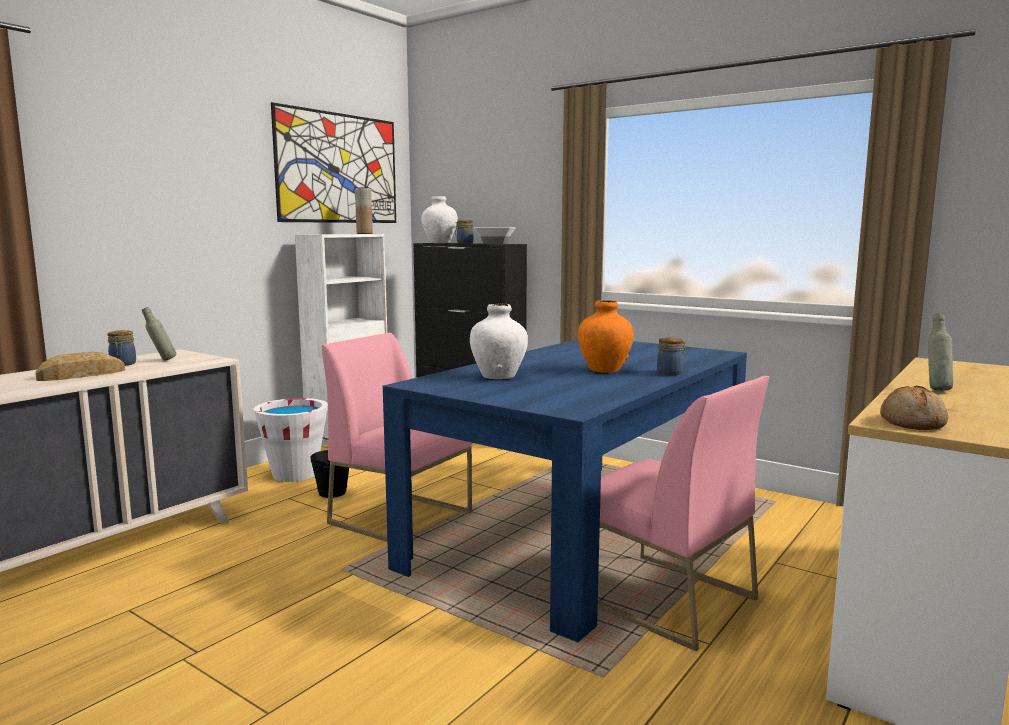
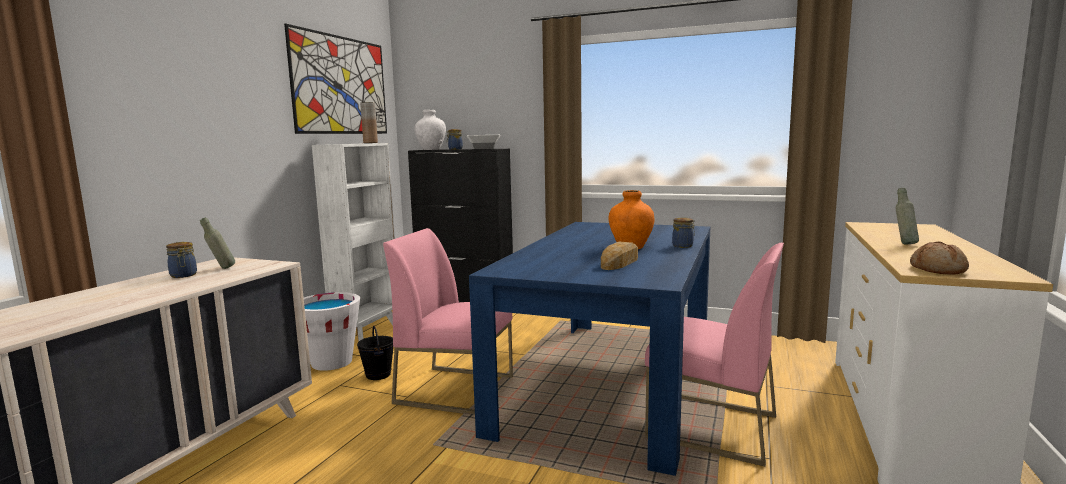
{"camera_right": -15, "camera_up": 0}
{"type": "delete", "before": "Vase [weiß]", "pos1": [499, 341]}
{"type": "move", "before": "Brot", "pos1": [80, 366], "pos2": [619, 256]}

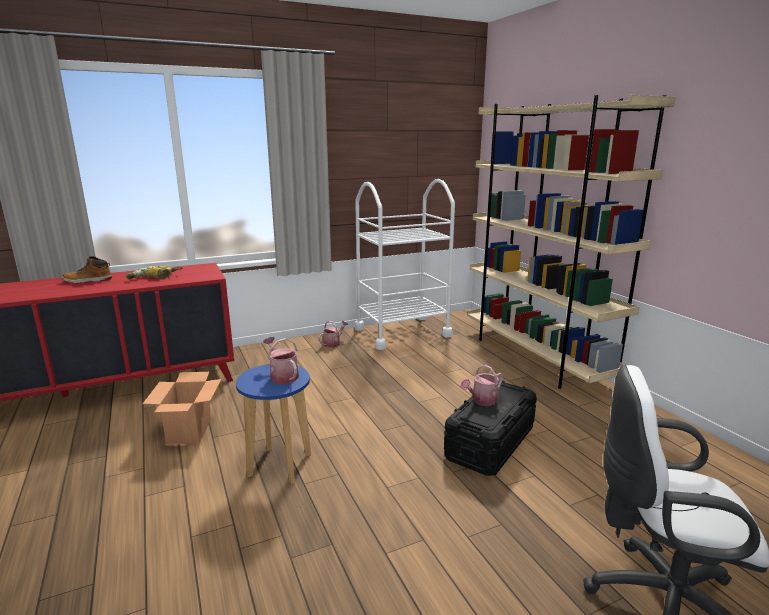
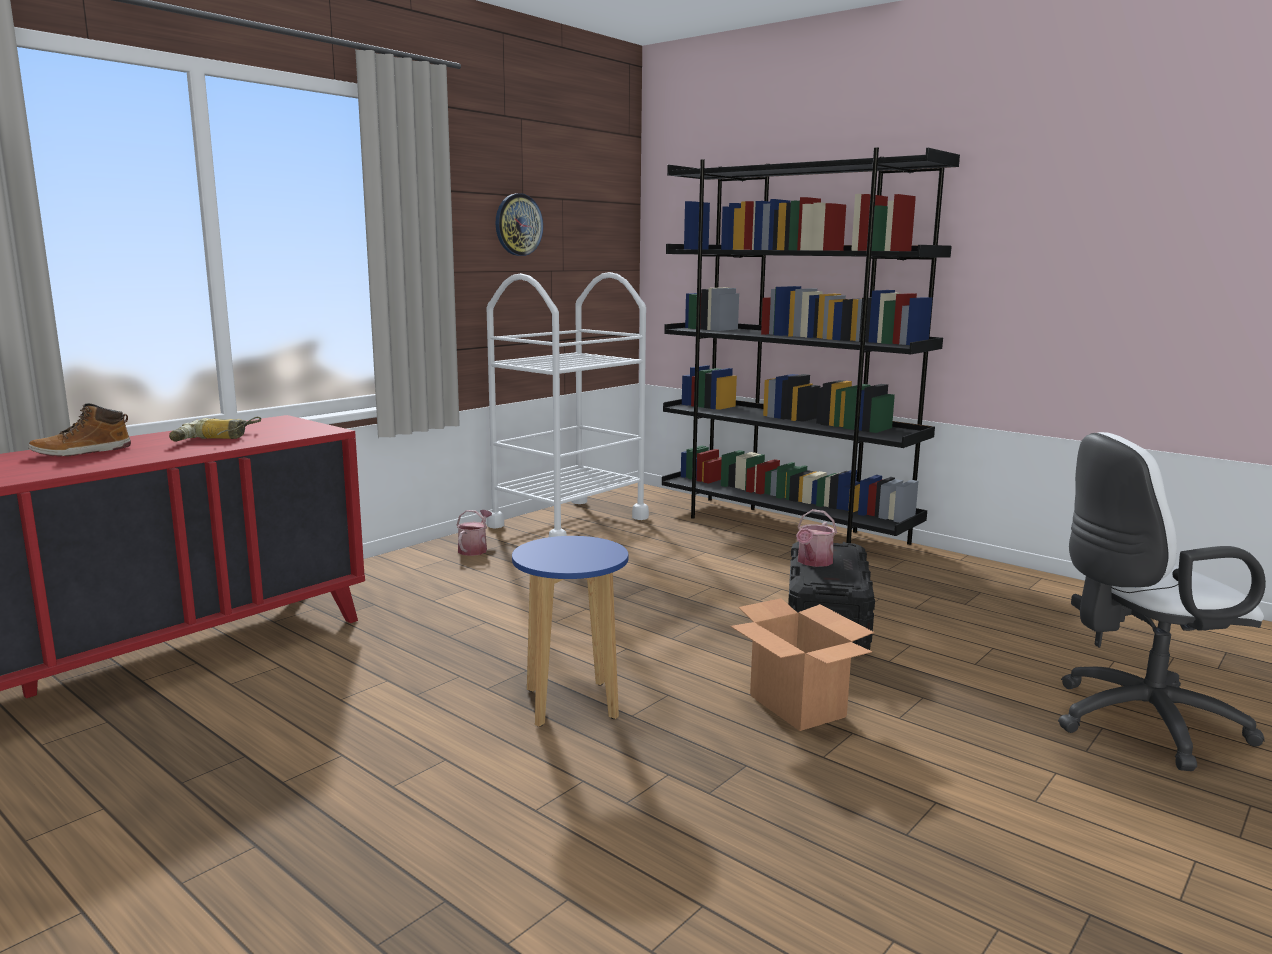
{"camera_right": -25, "camera_up": -5}
{"type": "recolor", "before": "Bücherregal [beige]", "after": "Bücherregal [schwarz]", "pos1": [571, 242], "pos2": [811, 346]}
{"type": "delete", "before": "Gießkanne", "pos1": [281, 360]}
{"type": "move", "before": "Karton", "pos1": [182, 408], "pos2": [802, 664]}
{"type": "insert", "after": "Wanduhr", "pos2": [519, 224]}

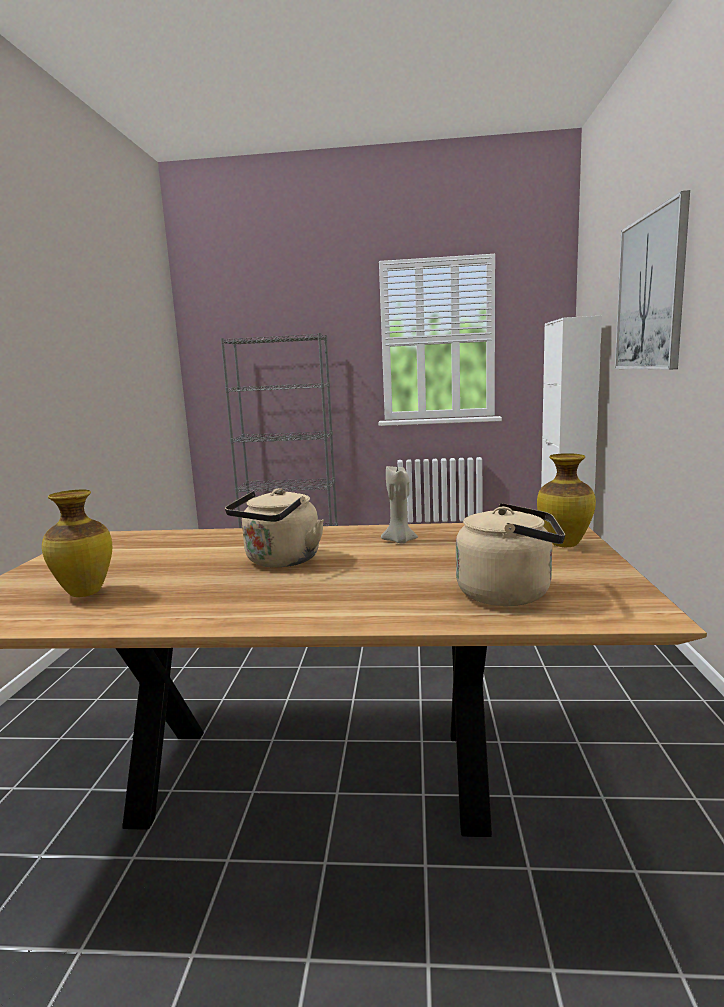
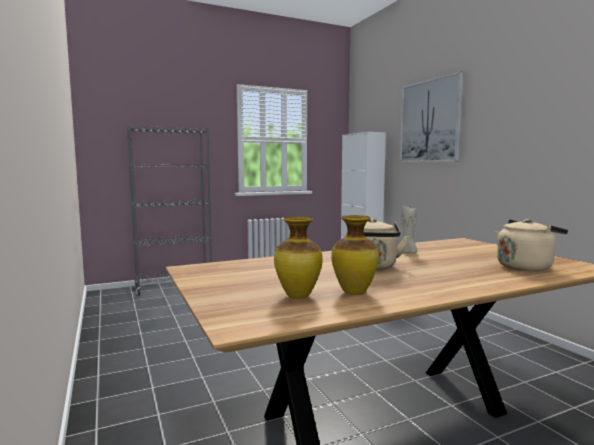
{"camera_right": -30, "camera_up": -5}
{"type": "move", "before": "Vase", "pos1": [566, 500], "pos2": [355, 255]}

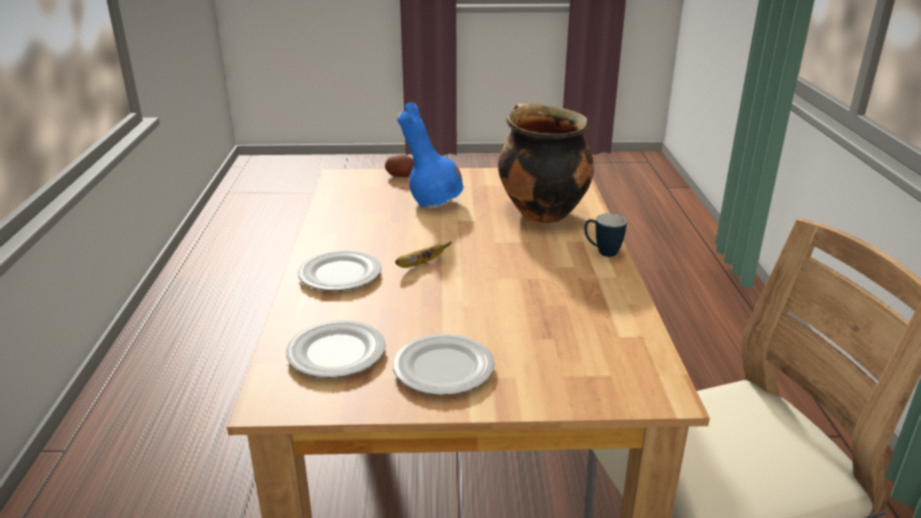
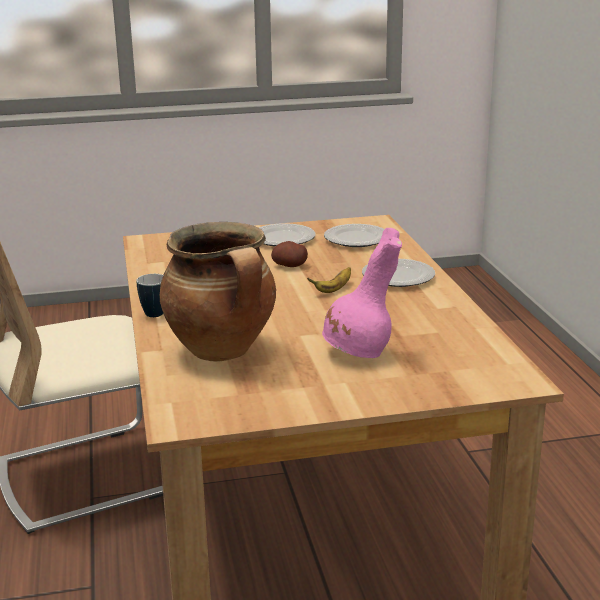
{"camera_right": 170, "camera_up": -5}
{"type": "recolor", "before": "Vase [blau]", "after": "Vase [rosa]", "pos1": [430, 156], "pos2": [362, 293]}
{"type": "move", "before": "Kartoffel", "pos1": [399, 165], "pos2": [289, 254]}

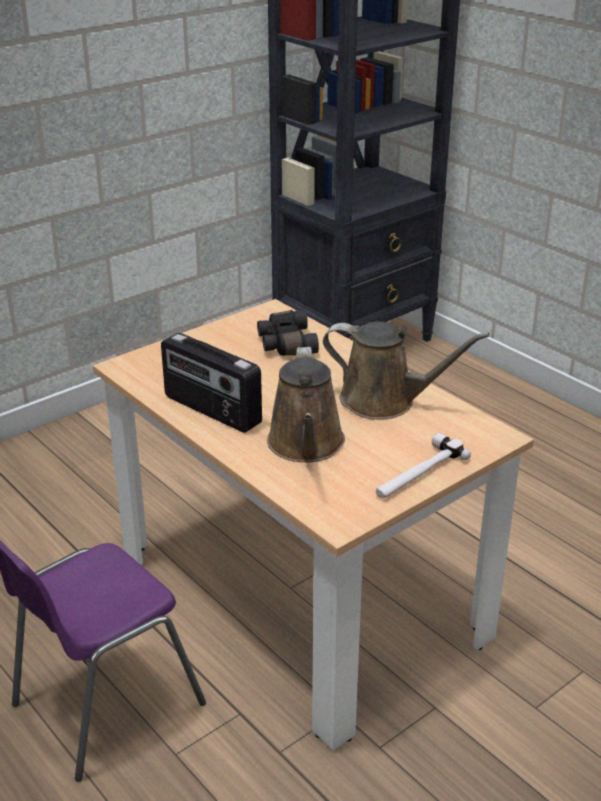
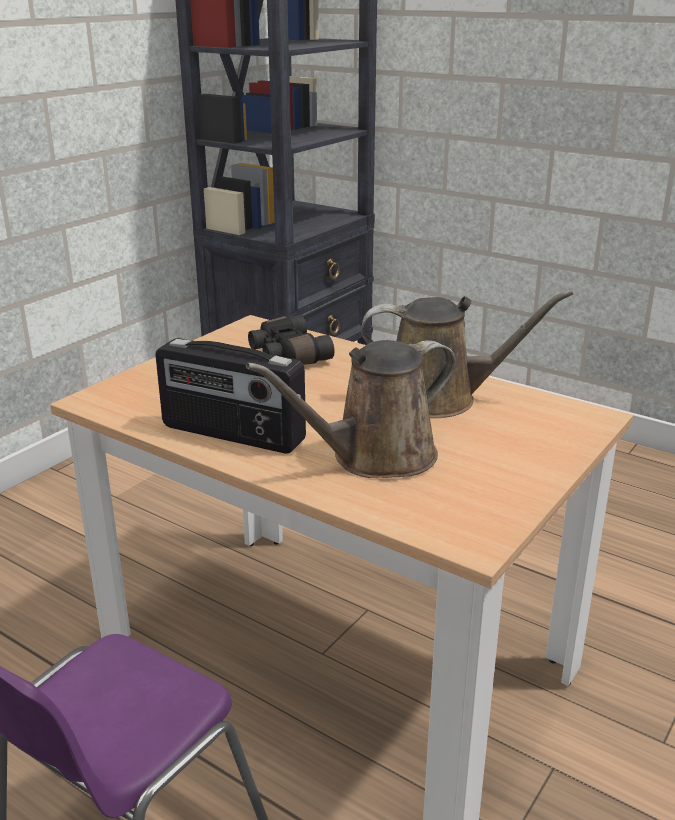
{"camera_right": -15, "camera_up": -5}
{"type": "rotate", "before": "Gießkanne [braun]", "pos1": [306, 404], "pos2": [351, 409], "turn": 75}
{"type": "delete", "before": "Hammer", "pos1": [423, 465]}

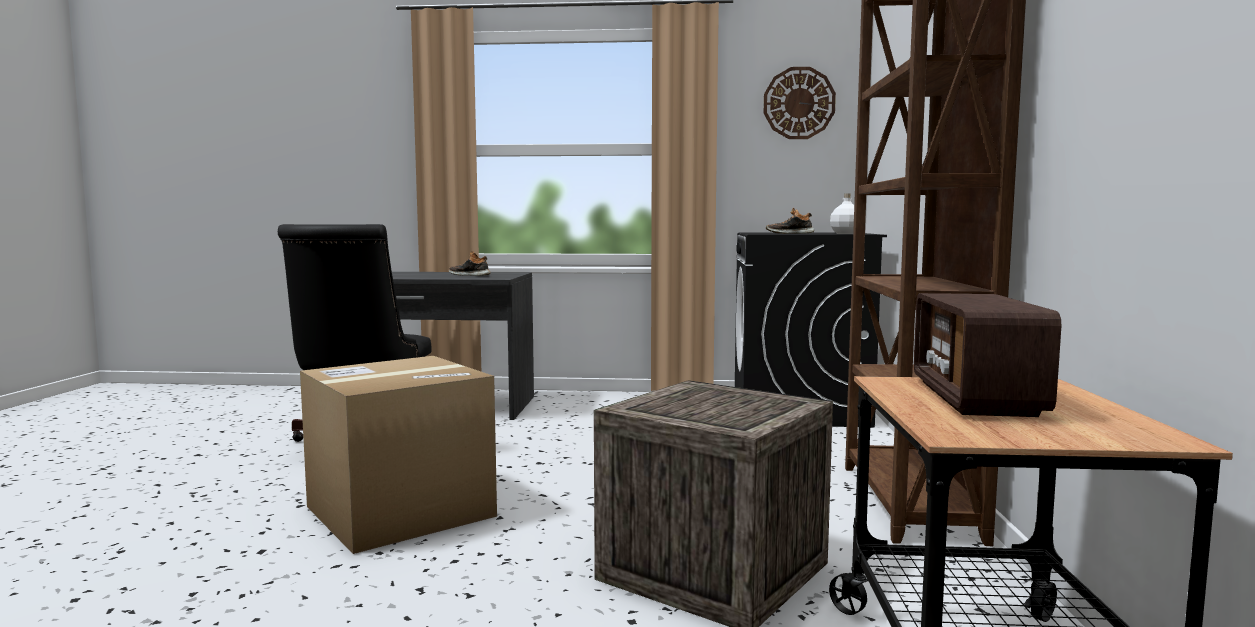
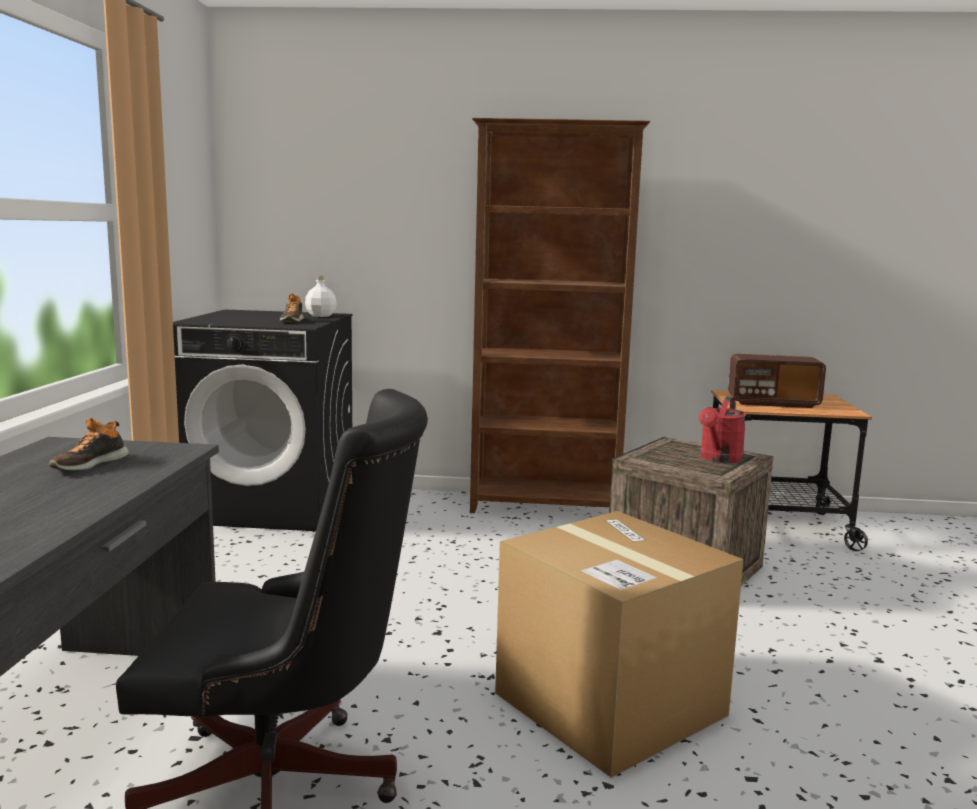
{"camera_right": -90, "camera_up": 5}
{"type": "delete", "before": "Wanduhr", "pos1": [800, 103]}
{"type": "insert", "after": "Gießkanne [rot]", "pos2": [722, 429]}

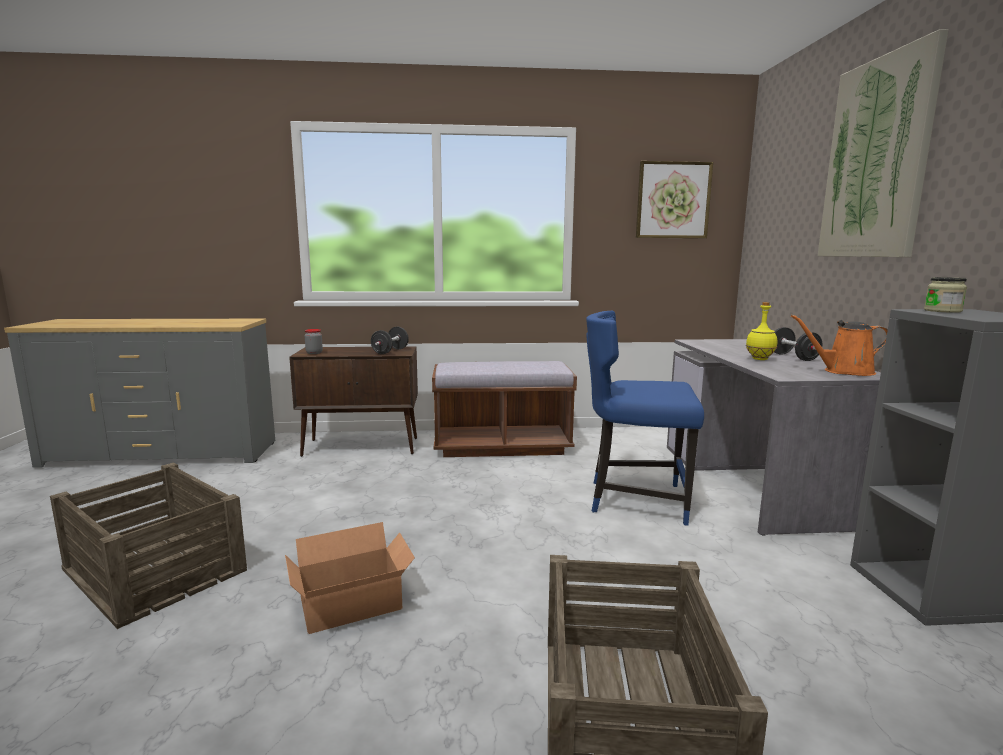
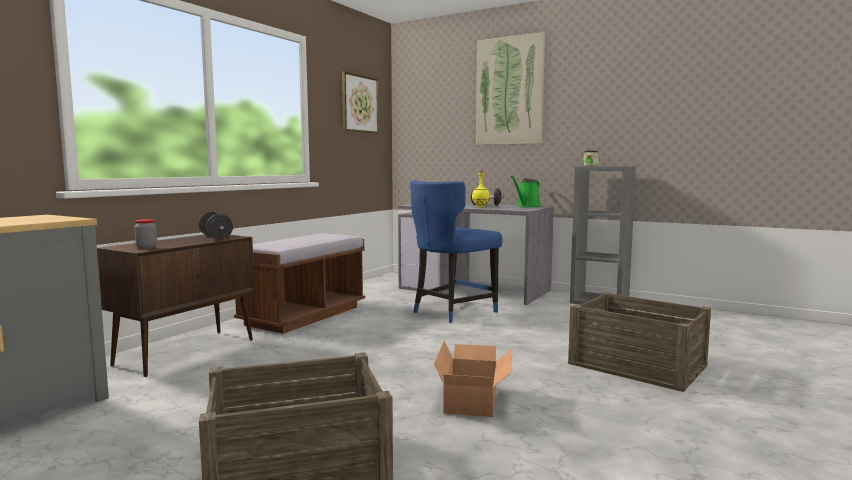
{"camera_right": -55, "camera_up": -5}
{"type": "recolor", "before": "Gießkanne [orange]", "after": "Gießkanne [grün]", "pos1": [839, 345], "pos2": [526, 191]}

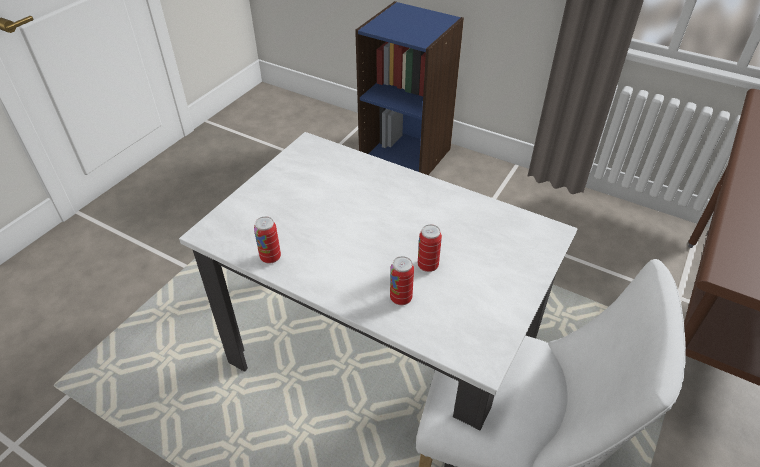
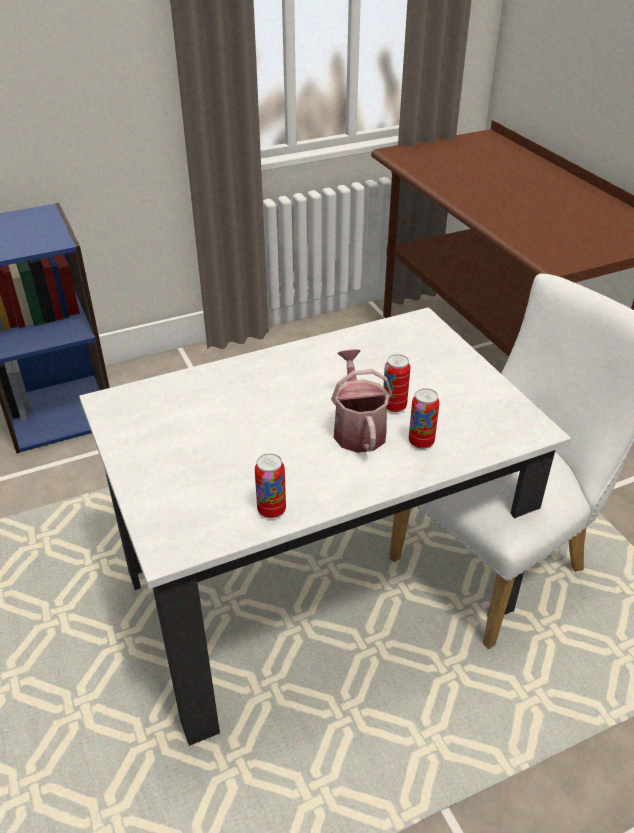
{"camera_right": -55, "camera_up": -5}
{"type": "insert", "after": "Gießkanne", "pos2": [362, 401]}

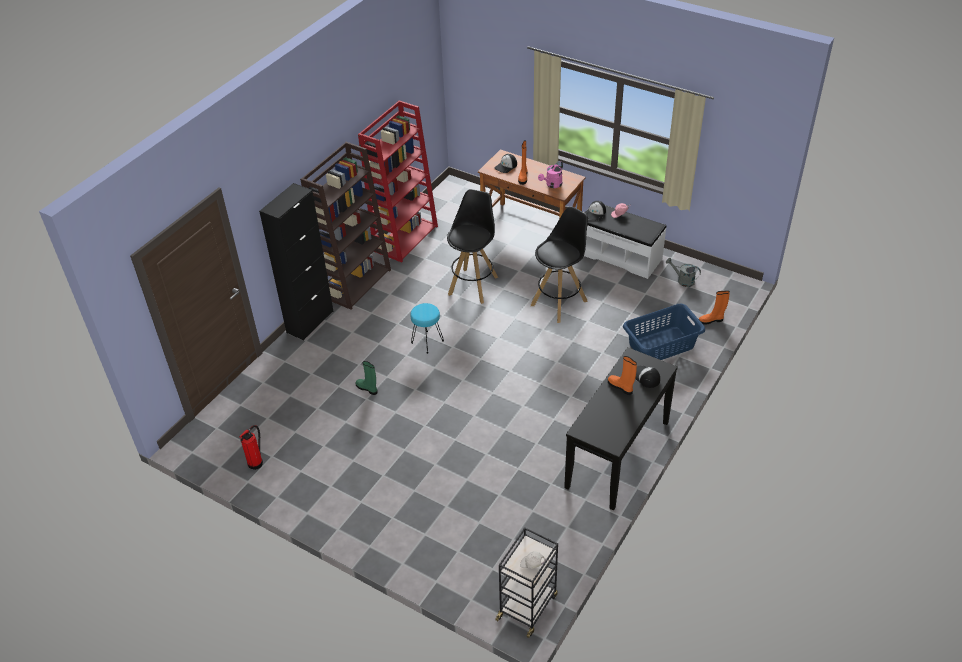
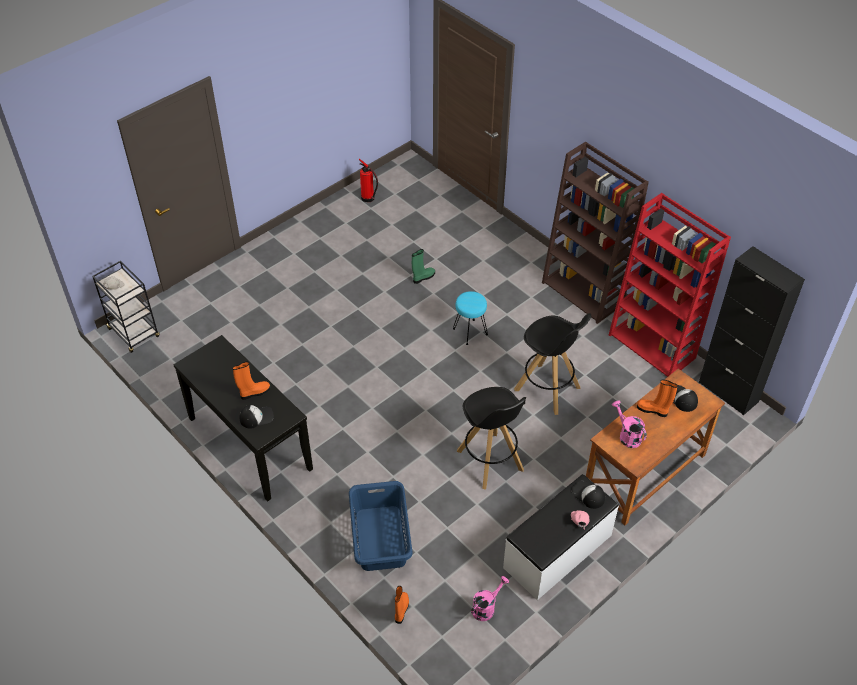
{"camera_right": 105, "camera_up": 5}
{"type": "move", "before": "Schrank [schwarz]", "pos1": [296, 261], "pos2": [752, 330]}
{"type": "recolor", "before": "Gießkanne [grau]", "after": "Gießkanne [rosa]", "pos1": [683, 272], "pos2": [490, 598]}

